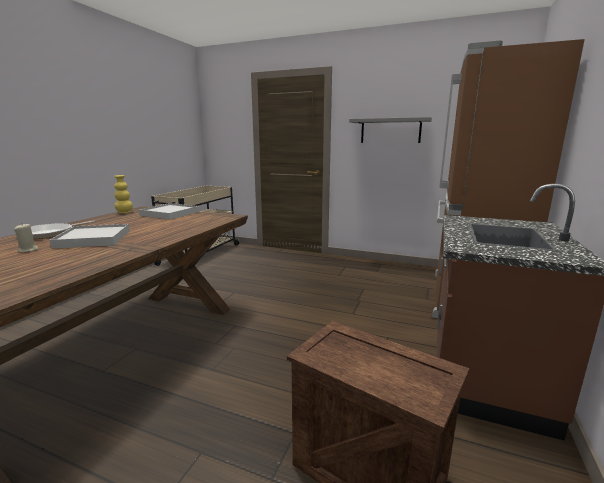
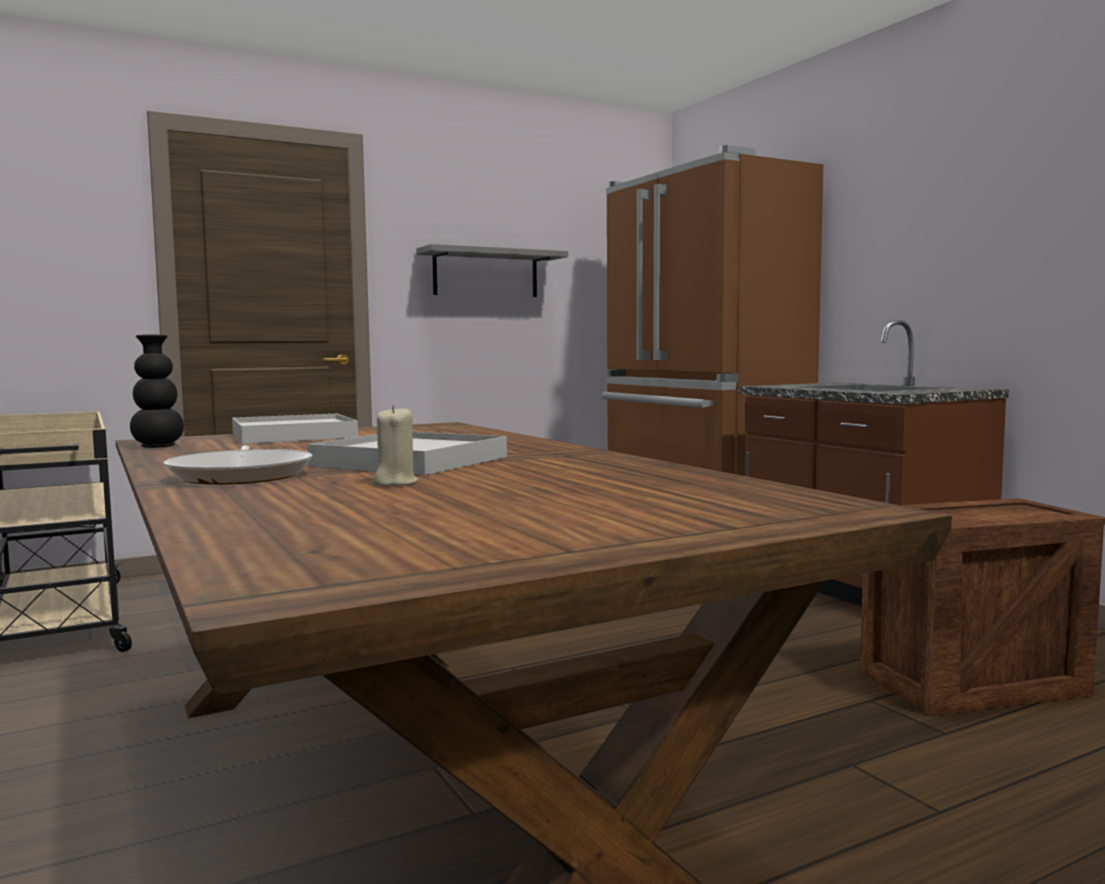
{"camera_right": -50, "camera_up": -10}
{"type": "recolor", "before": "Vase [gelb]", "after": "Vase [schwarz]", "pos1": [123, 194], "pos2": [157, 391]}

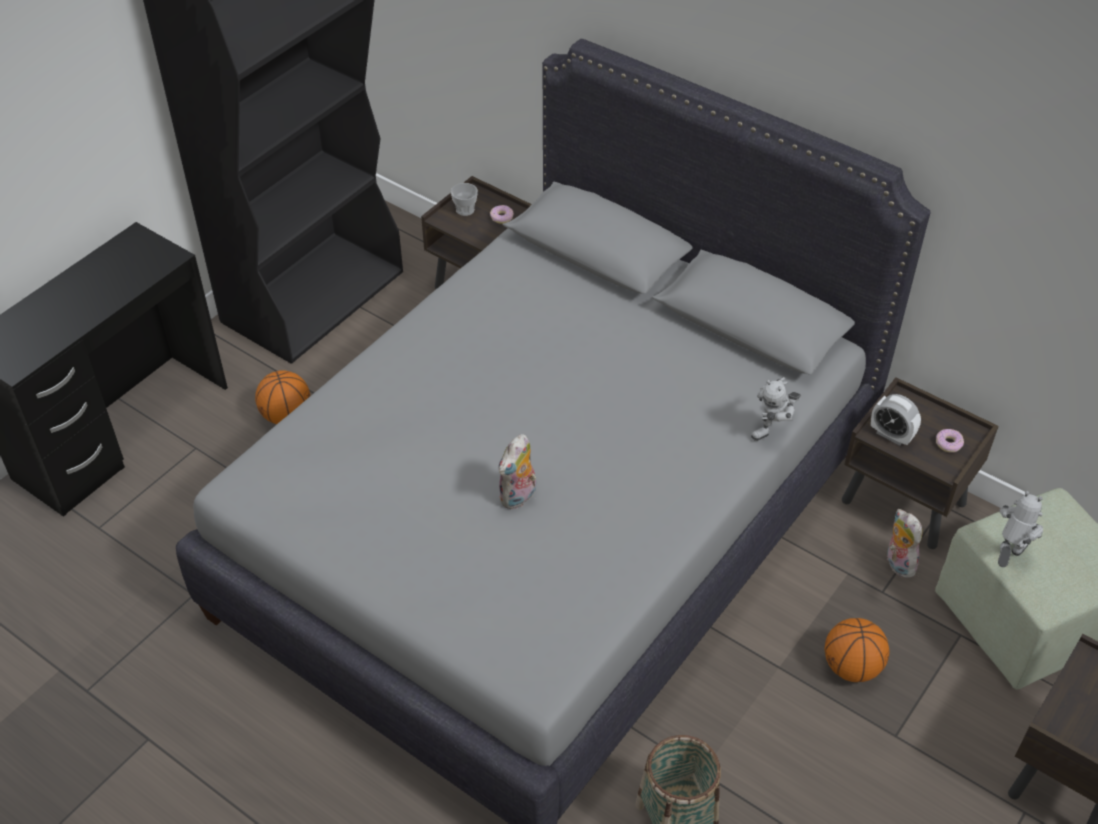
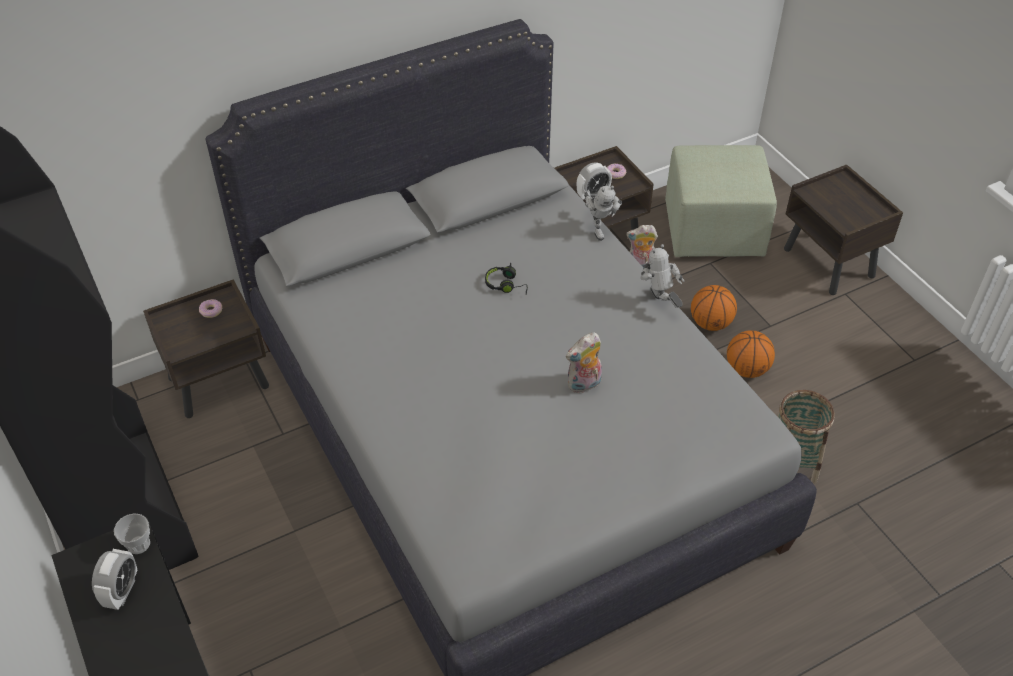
{"camera_right": -65, "camera_up": 0}
{"type": "move", "before": "Tasse", "pos1": [464, 199], "pos2": [132, 533]}
{"type": "move", "before": "Basketball", "pos1": [282, 397], "pos2": [751, 354]}
{"type": "rotate", "before": "Plüschtier", "pos1": [517, 472], "pos2": [584, 363], "turn": 90}
{"type": "move", "before": "Spielzeugroboter", "pos1": [1020, 529], "pos2": [662, 276]}
{"type": "insert", "after": "Kopfhörer [schwarz]", "pos2": [506, 278]}
{"type": "insert", "after": "Wecker", "pos2": [115, 579]}

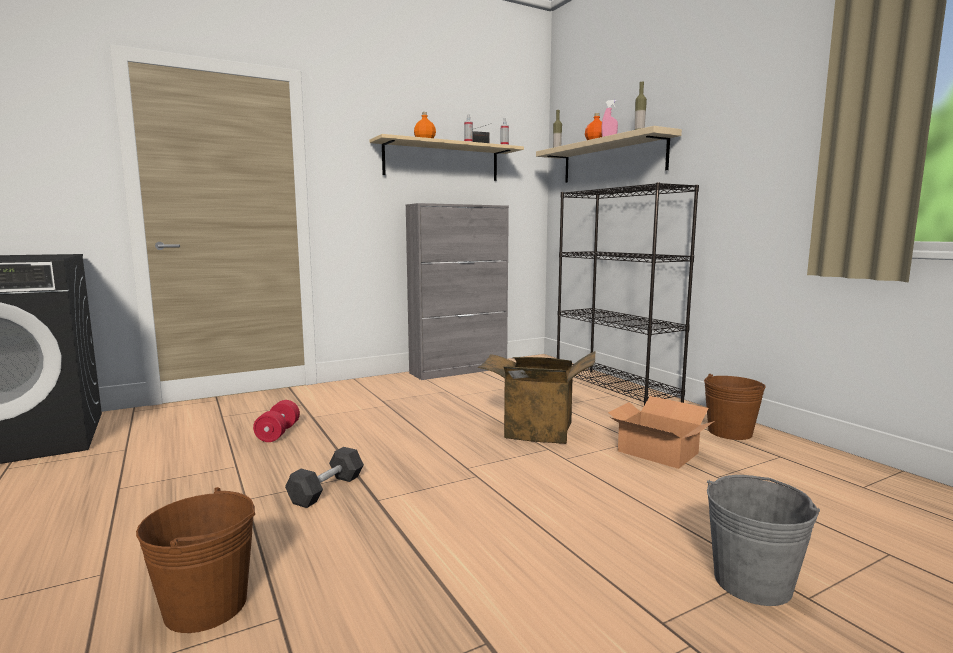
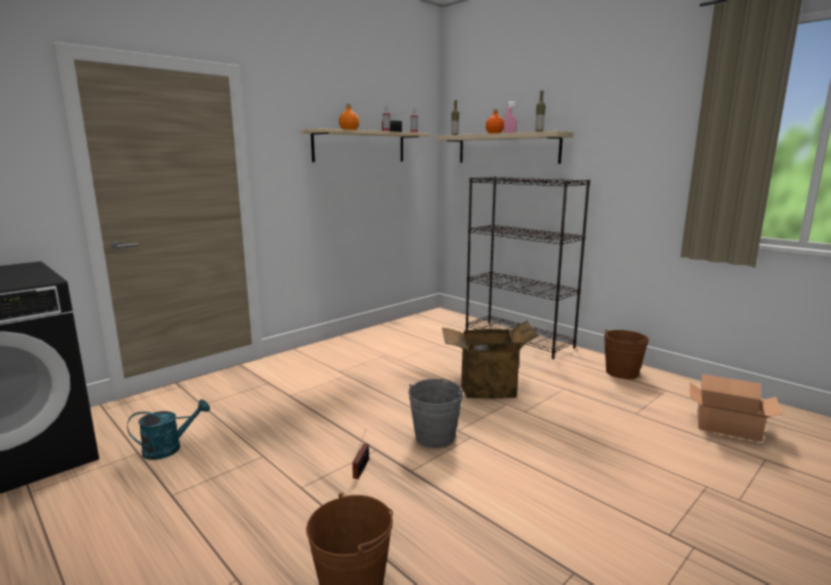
{"camera_right": -15, "camera_up": 5}
{"type": "delete", "before": "Schrank [grau]", "pos1": [457, 291]}
{"type": "move", "before": "Karton", "pos1": [661, 432], "pos2": [736, 408]}
{"type": "delete", "before": "Hantel [rot]", "pos1": [276, 421]}
{"type": "replace", "before": "Hantel [schwarz]", "after": "Radio", "pos1": [324, 477], "pos2": [360, 454]}
{"type": "move", "before": "Eimer [grau]", "pos1": [763, 540], "pos2": [435, 413]}
{"type": "insert", "after": "Gießkanne [türkis]", "pos2": [168, 429]}

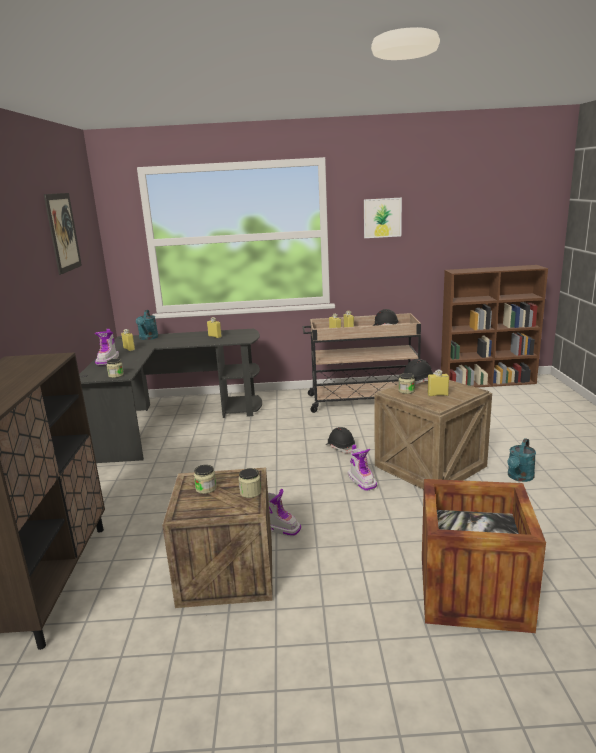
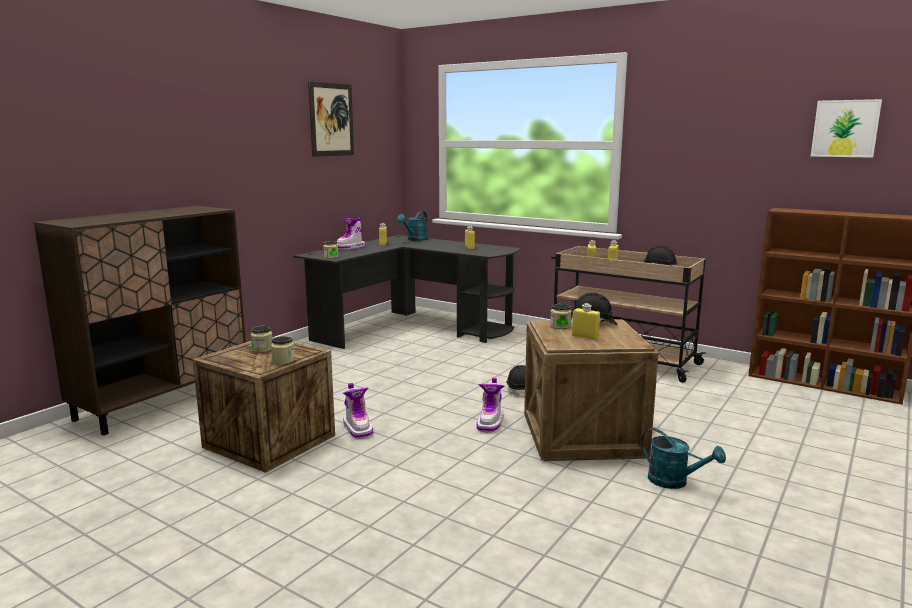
{"camera_right": 35, "camera_up": -5}
{"type": "move", "before": "Bild", "pos1": [383, 218], "pos2": [846, 128]}
{"type": "rotate", "before": "Gießkanne [türkis]", "pos1": [521, 460], "pos2": [683, 458], "turn": -120}
{"type": "delete", "before": "Kiste", "pos1": [484, 556]}

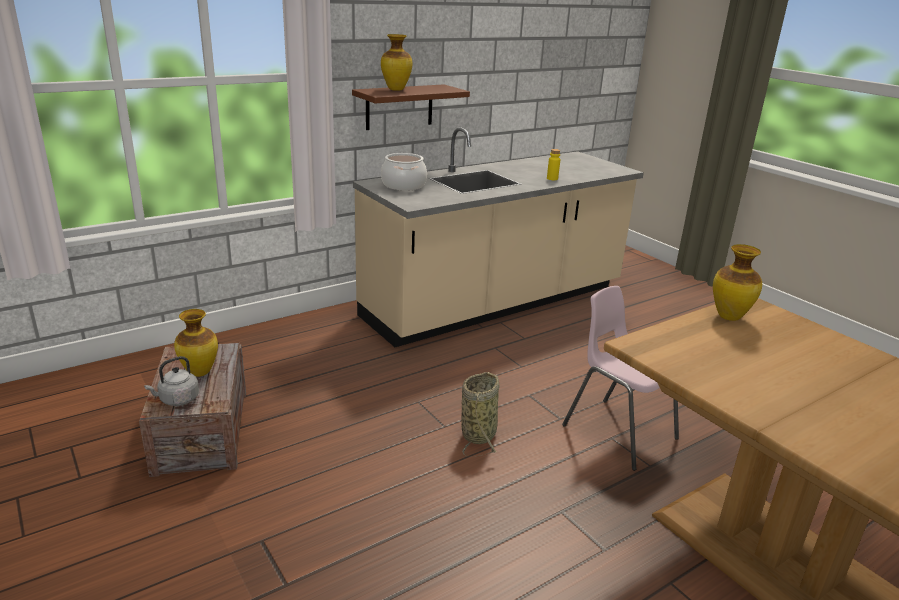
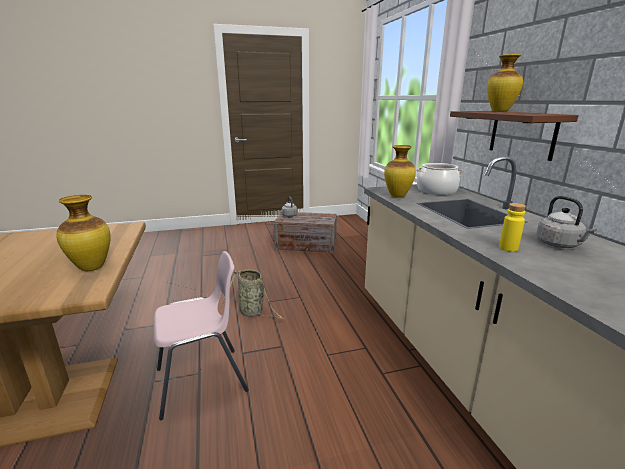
{"camera_right": 110, "camera_up": -5}
{"type": "move", "before": "Vase", "pos1": [196, 343], "pos2": [400, 171]}
{"type": "insert", "after": "Wasserkessel [grau]", "pos2": [566, 222]}

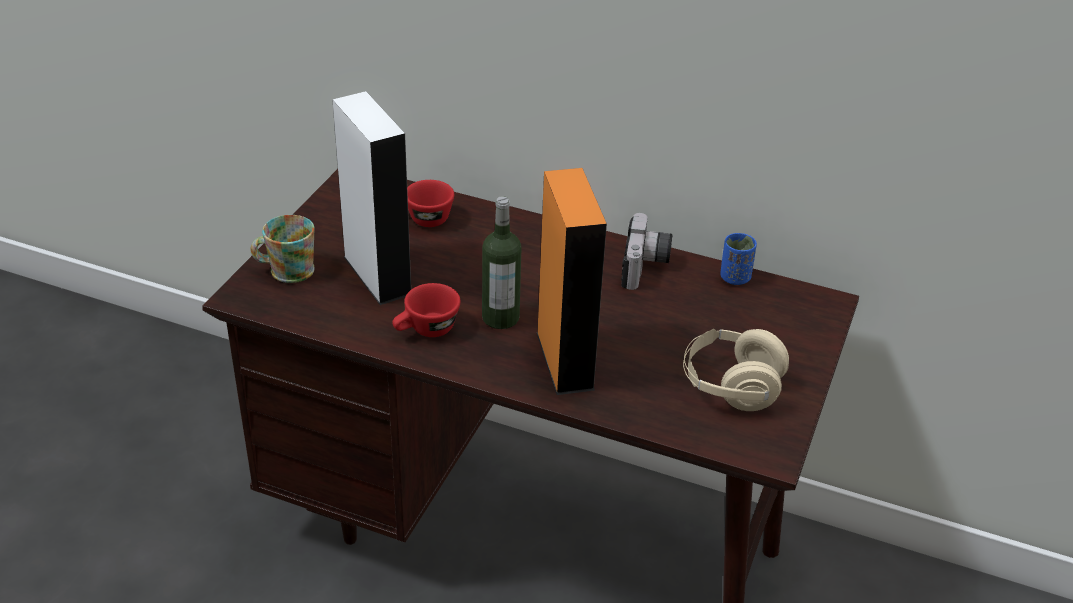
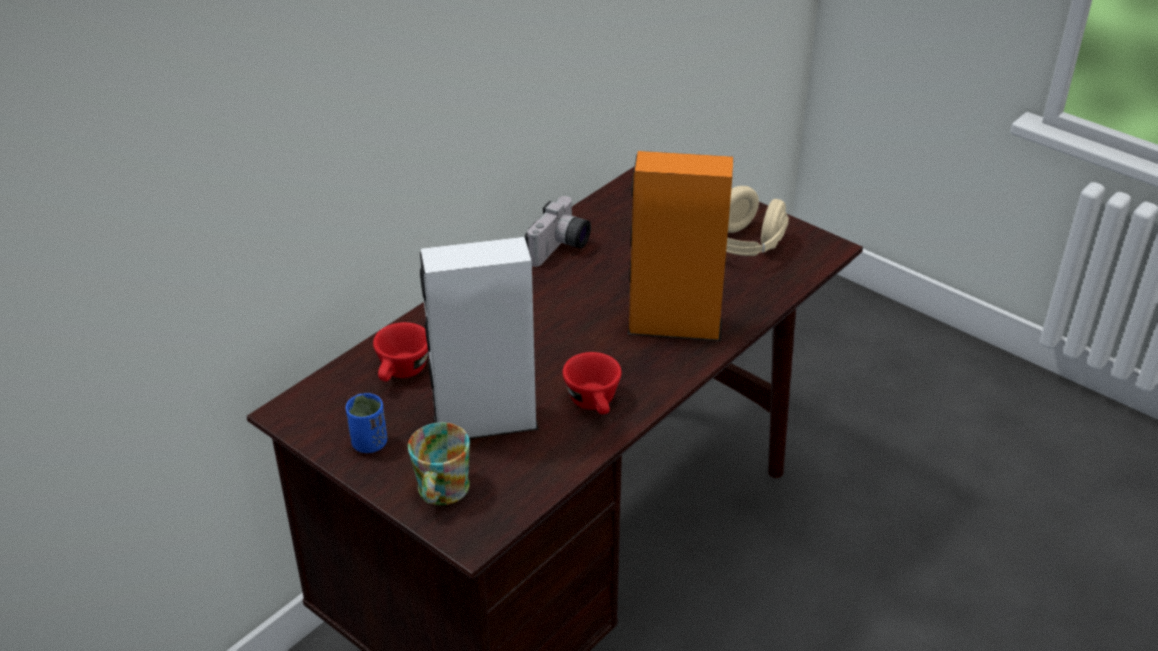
{"camera_right": -70, "camera_up": 0}
{"type": "delete", "before": "Flasche", "pos1": [502, 262]}
{"type": "rotate", "before": "Kamera", "pos1": [646, 251], "pos2": [558, 231], "turn": 90}
{"type": "move", "before": "Tasse [blau]", "pos1": [738, 259], "pos2": [366, 423]}

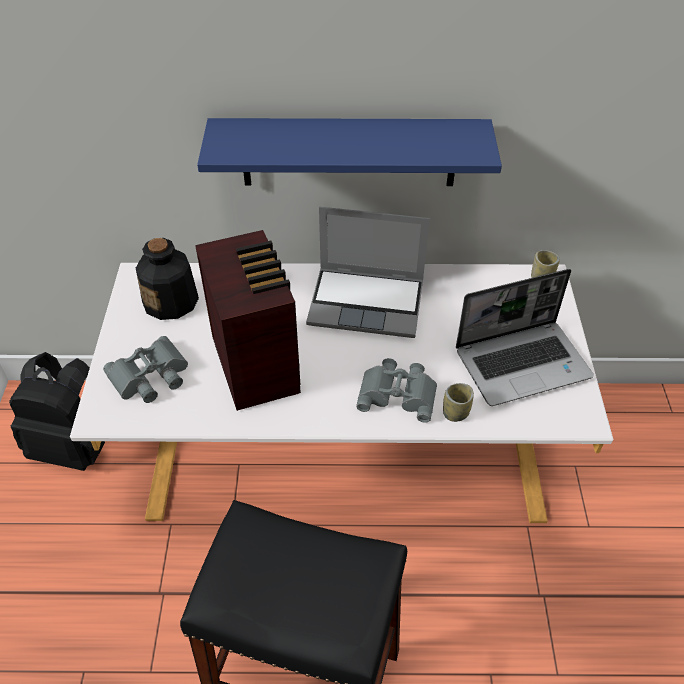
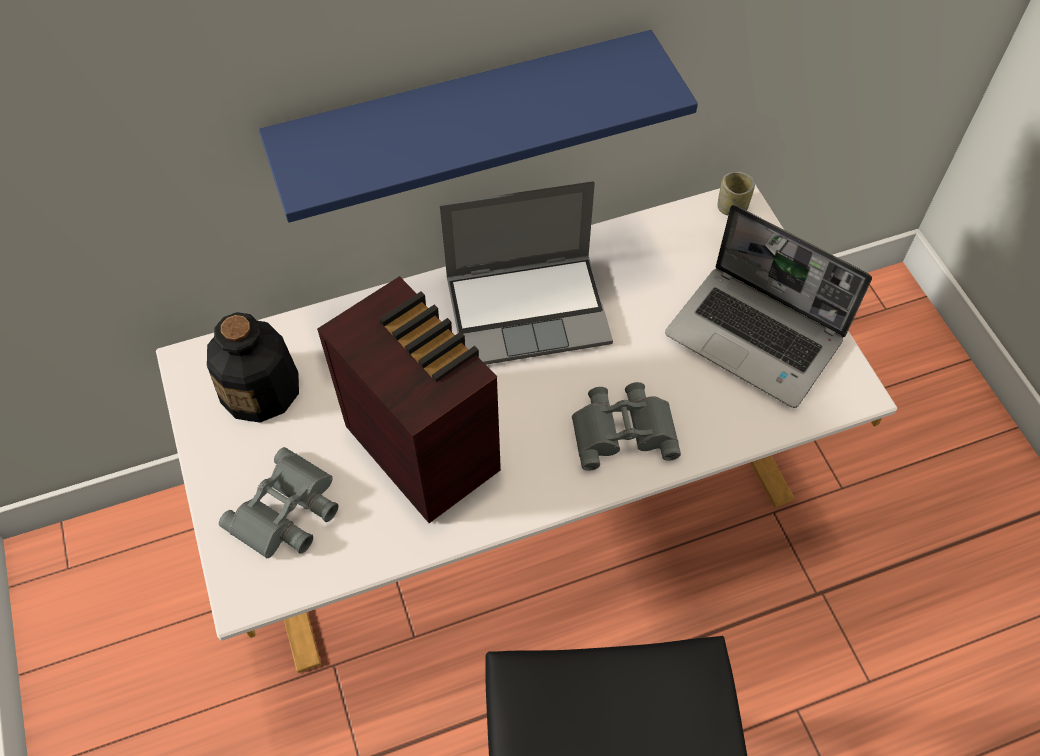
{"camera_right": -20, "camera_up": 10}
{"type": "rotate", "before": "Laptop", "pos1": [525, 337], "pos2": [768, 306], "turn": 75}
{"type": "delete", "before": "Rucksack [schwarz]", "pos1": [57, 411]}
{"type": "delete", "before": "Tasse", "pos1": [458, 402]}

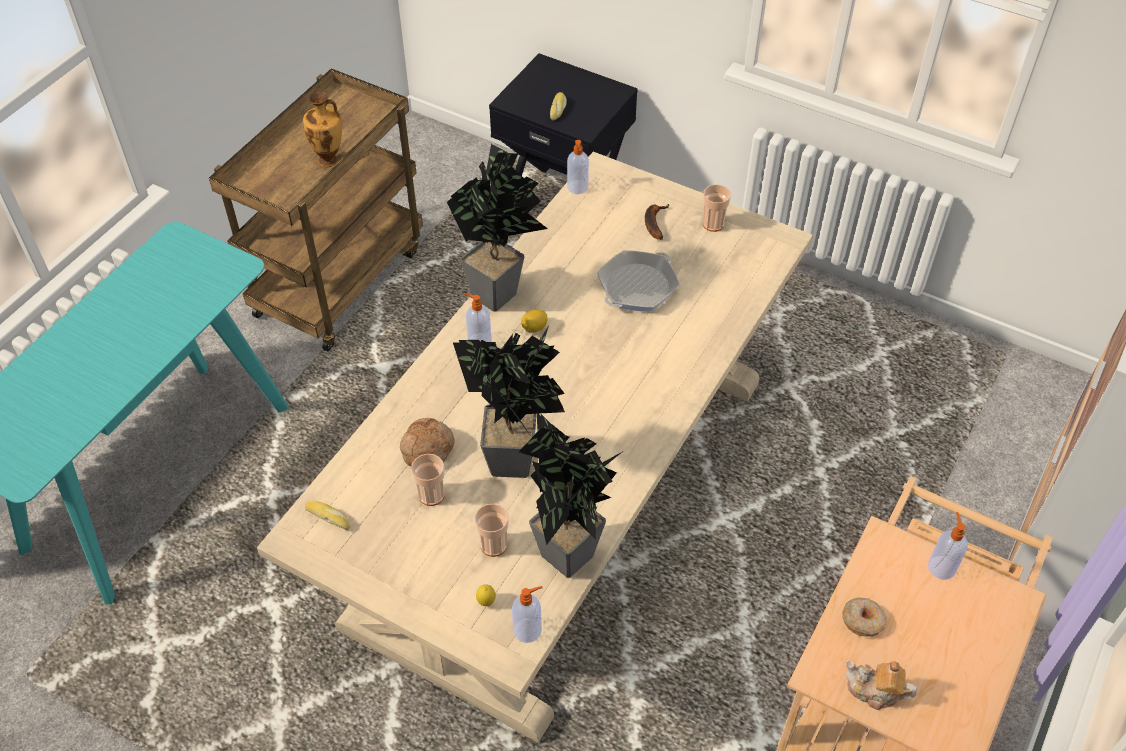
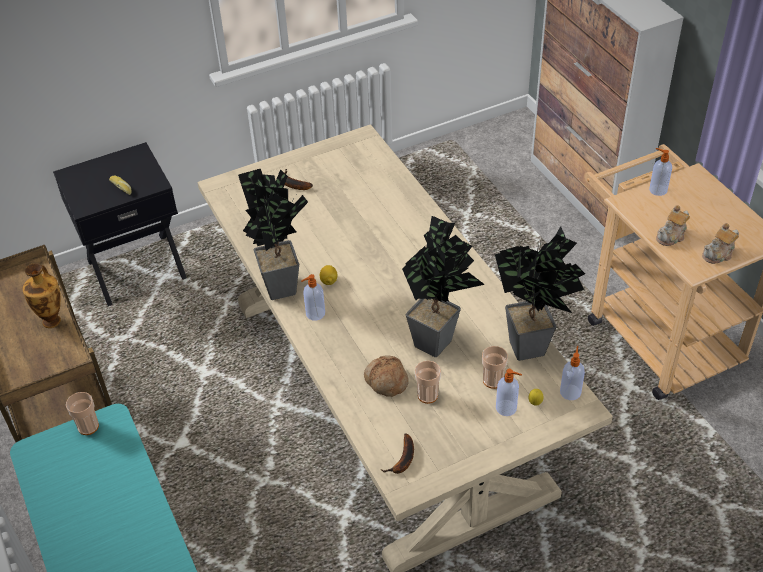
{"camera_right": -55, "camera_up": -5}
{"type": "move", "before": "Seifenspender", "pos1": [578, 167], "pos2": [509, 392]}
{"type": "move", "before": "Tasse", "pos1": [717, 208], "pos2": [82, 413]}
{"type": "delete", "before": "Pfanne", "pos1": [638, 281]}
{"type": "replace", "before": "Brot", "after": "Banane", "pos1": [327, 515], "pos2": [397, 453]}
{"type": "replace", "before": "Donut", "after": "Teekanne", "pos1": [864, 617], "pos2": [673, 225]}

